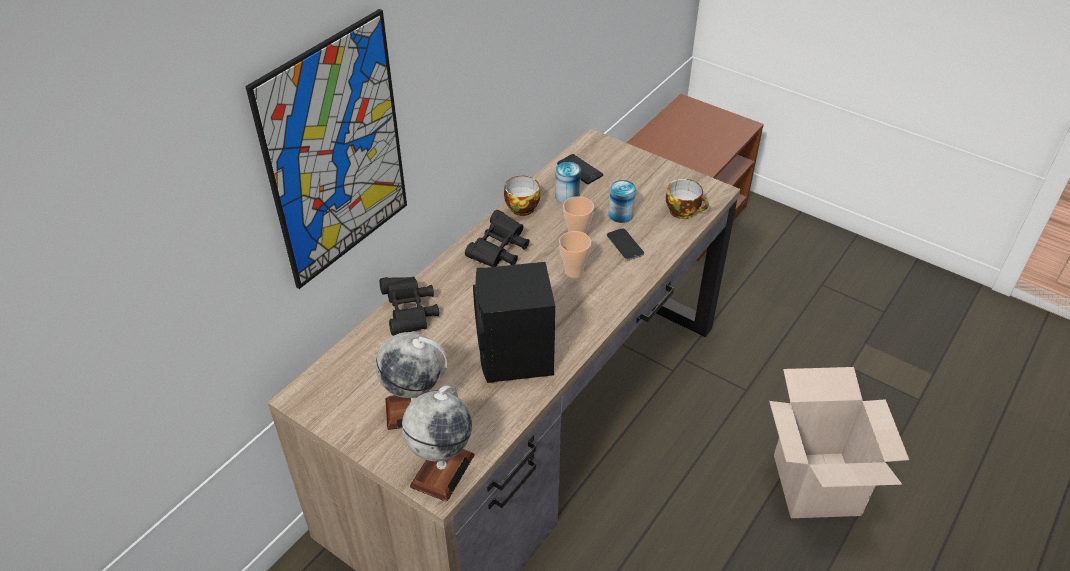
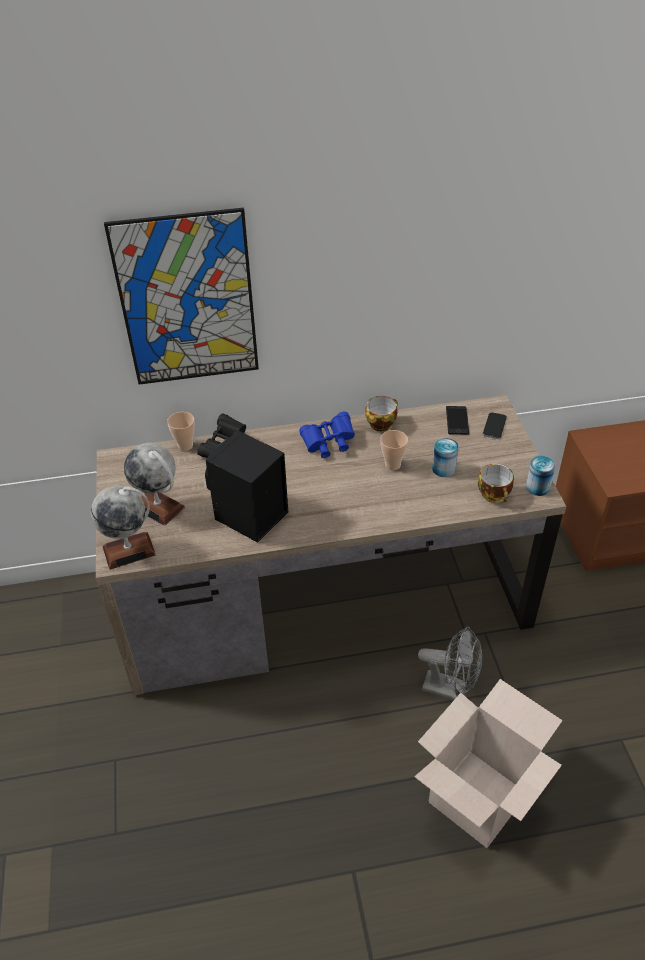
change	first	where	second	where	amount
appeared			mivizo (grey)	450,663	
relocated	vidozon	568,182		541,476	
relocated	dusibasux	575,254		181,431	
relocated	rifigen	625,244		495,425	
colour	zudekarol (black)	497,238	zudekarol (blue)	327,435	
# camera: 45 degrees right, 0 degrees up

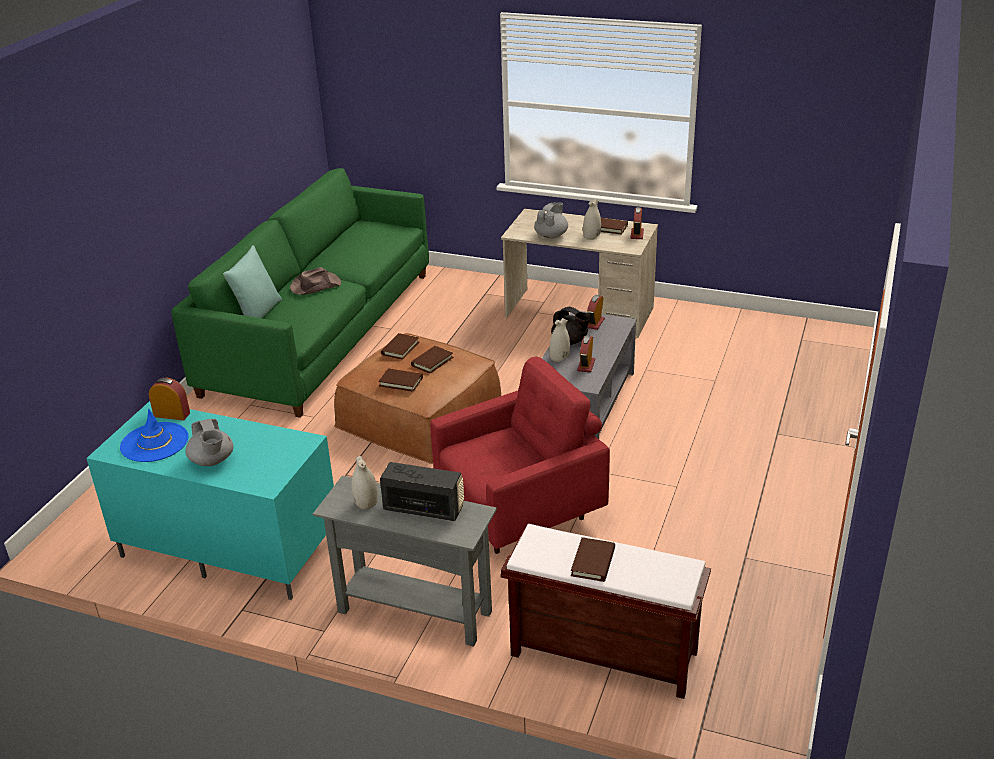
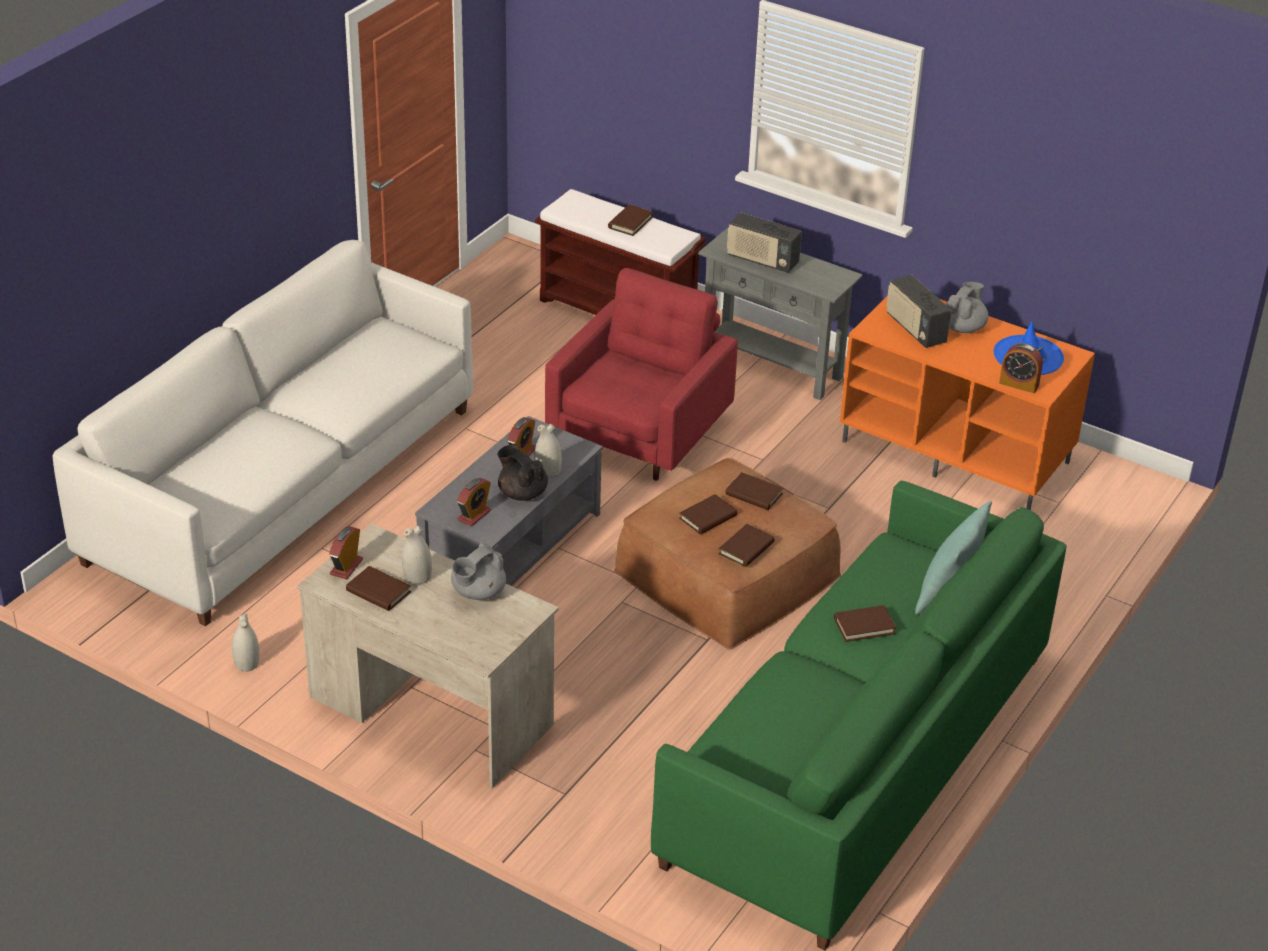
change	first	where	second	where	amount
appeared			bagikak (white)	263,433	
appeared			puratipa	918,311	
relocated	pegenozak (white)	364,482		245,643	
exchanged	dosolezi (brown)	315,281	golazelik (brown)	865,623	
colour	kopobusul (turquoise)	210,500	kopobusul (orange)	967,403	
spun	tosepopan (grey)	209,442		966,307	45 degrees clockwise
spun	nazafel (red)	520,455		641,374	135 degrees clockwise
# camera: 170 degrees left, 5 degrees up

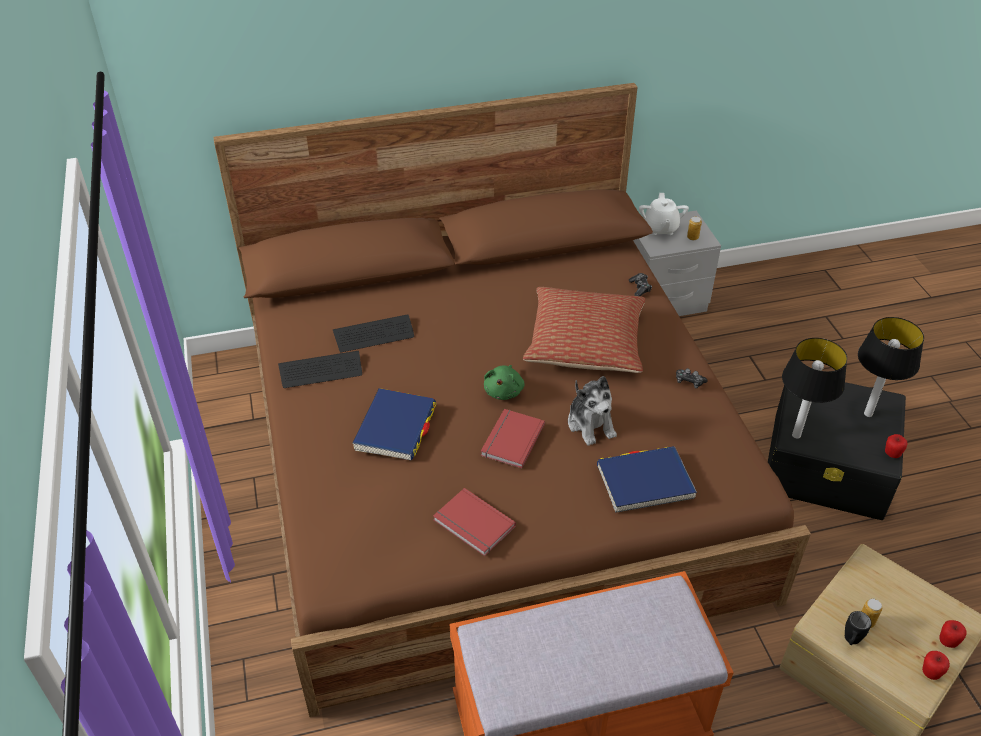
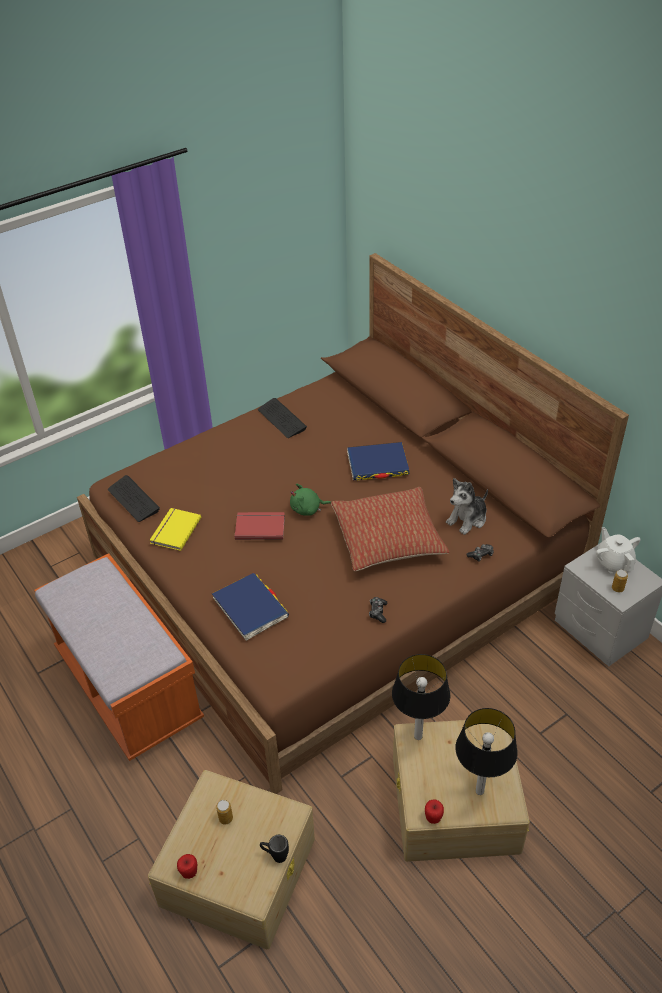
change	first	where	second	where	amount
missing	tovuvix	953,634			
relocated	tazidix	373,333		134,498	
relocated	golazelik (blue)	394,424		378,461	
relocated	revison	592,411		467,506	
relocated	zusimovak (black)	858,628		274,849	
colour	golazelik (red)	474,522	golazelik (yellow)	175,529	
colour	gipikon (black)	837,451	gipikon (beige)	461,791	
spun	tosepopan (white)	664,214		618,550	90 degrees clockwise
# camera: 70 degrees right, 0 degrees up

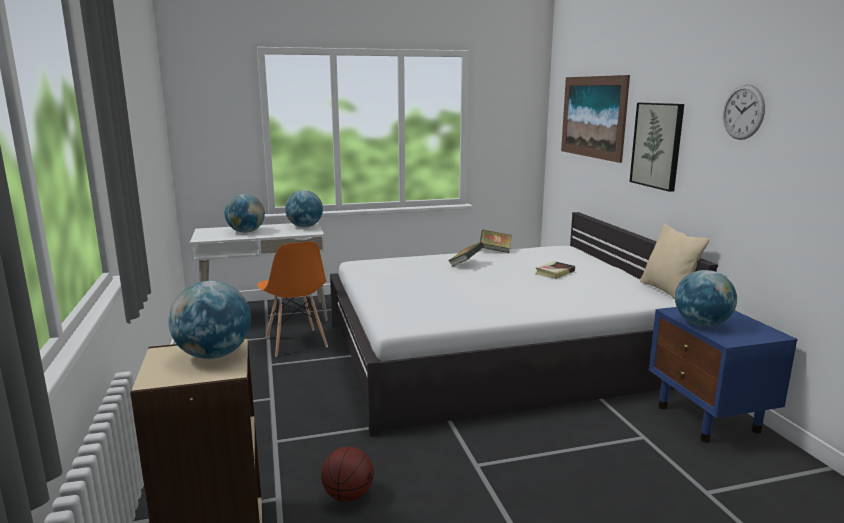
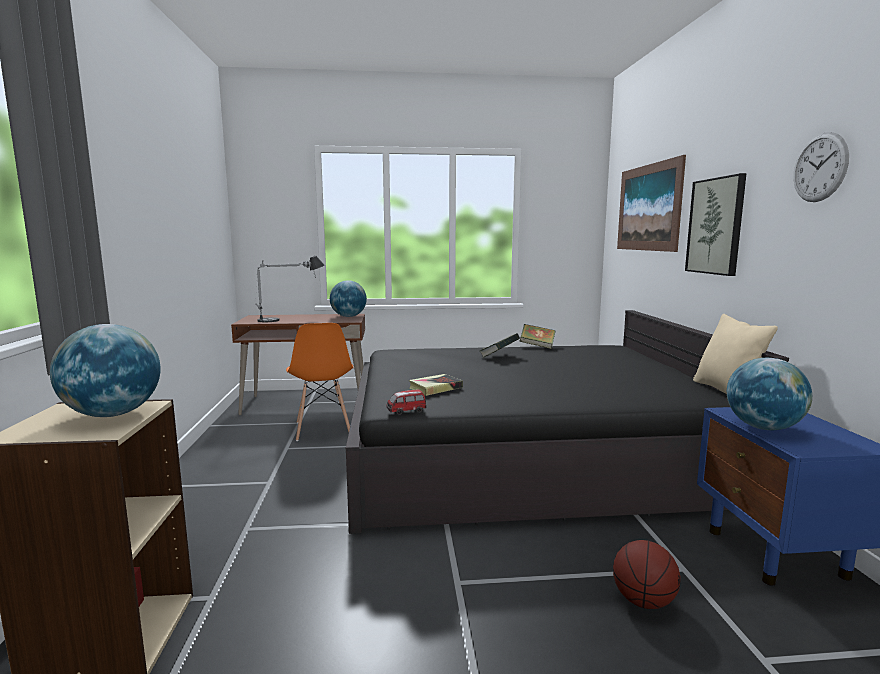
change	first	where	second	where	amount
appeared			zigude	406,402	
relocated	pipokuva	347,474		647,574	
relocated	golazelik	555,270		436,385	
exchanged	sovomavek	245,213	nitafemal	290,289	
colour	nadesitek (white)	259,272	nadesitek (brown)	298,364	
colour	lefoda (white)	524,324	lefoda (black)	567,422	
# camera: 10 degrees right, 5 degrees down

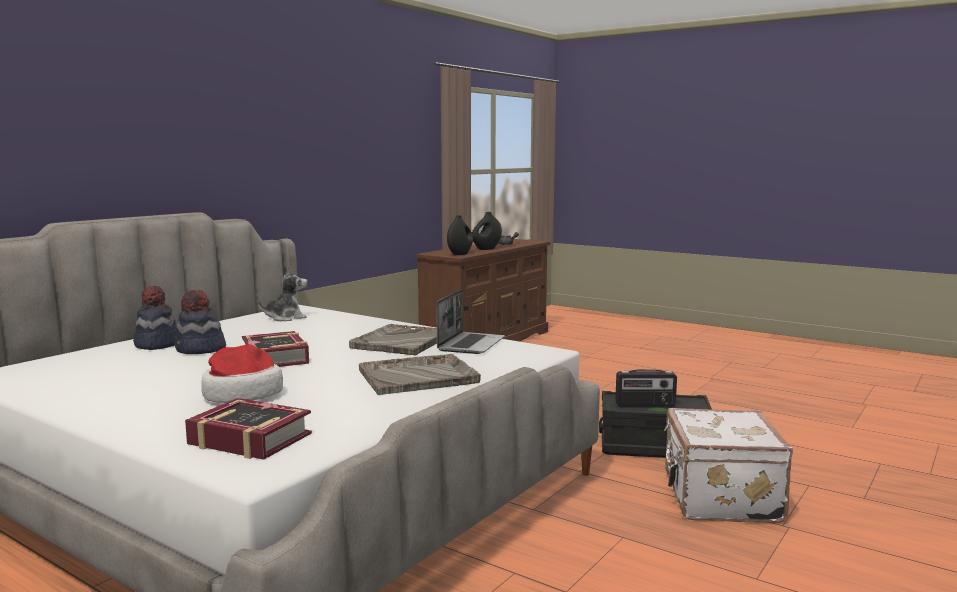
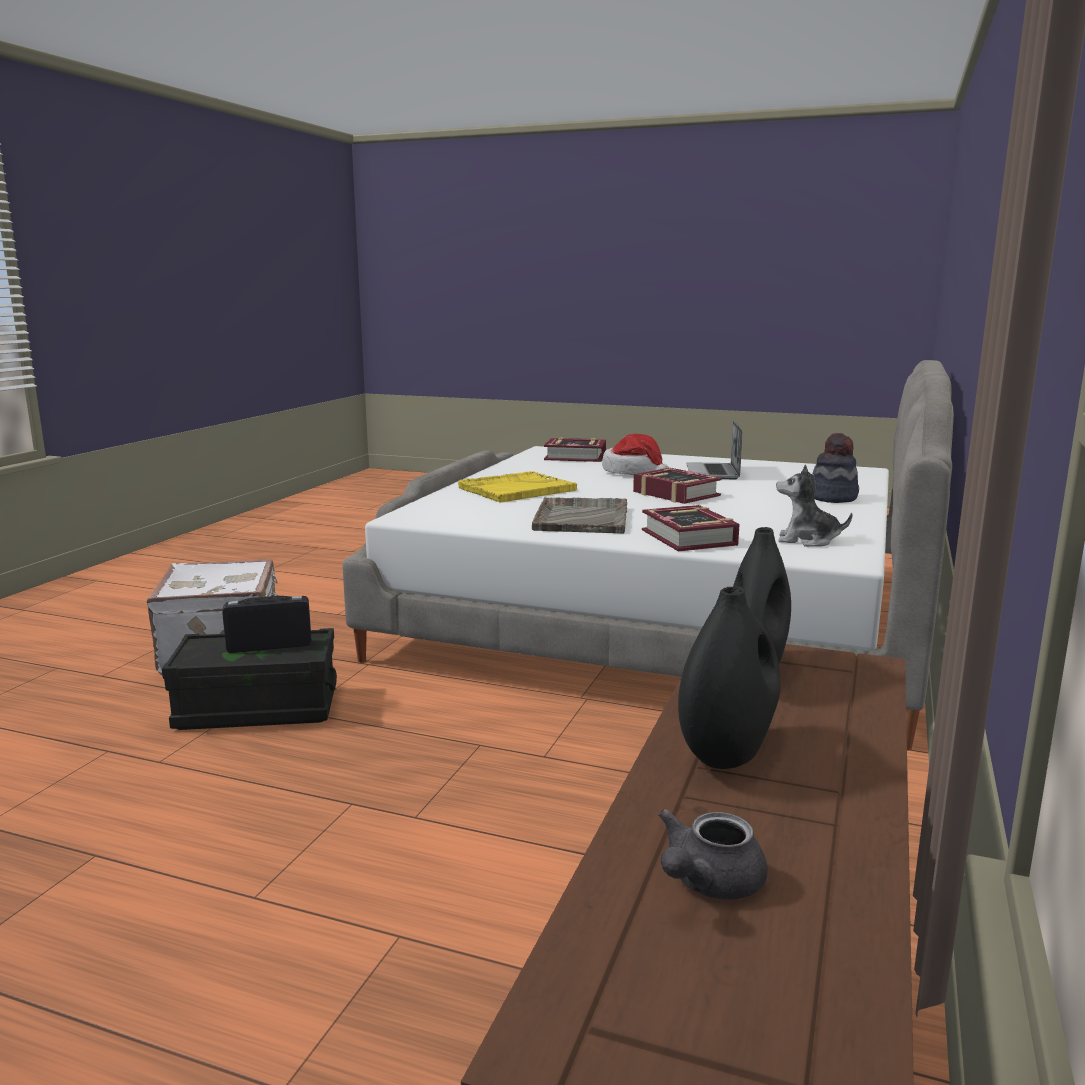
change	first	where	second	where	amount
missing	dosolezi	200,322			
appeared			golazelik	691,528	
relocated	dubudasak	471,321		714,450	
colour	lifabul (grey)	420,374	lifabul (yellow)	517,487	
spun	revison	282,294		814,506	60 degrees clockwise
# camera: 165 degrees right, 5 degrees up

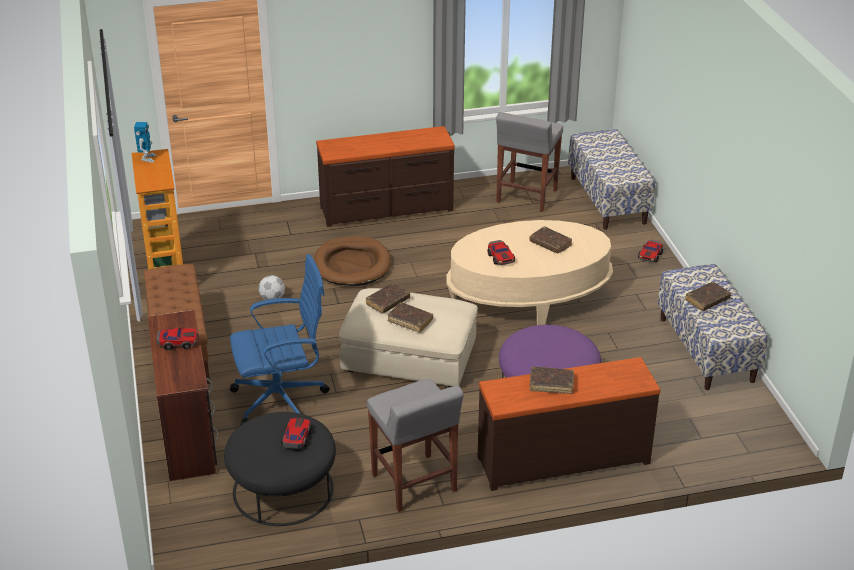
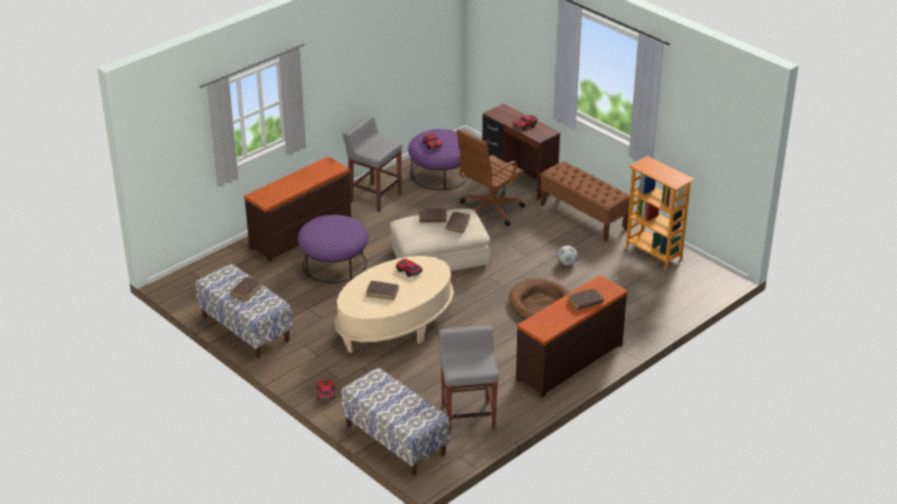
change	first	where	second	where	amount
missing	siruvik	145,142			
relocated	golazelik (brown)	552,380		586,299	
colour	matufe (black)	280,469	matufe (purple)	438,159	
colour	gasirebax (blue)	280,339	gasirebax (brown)	491,177	
# camera: 150 degrees right, 0 degrees up

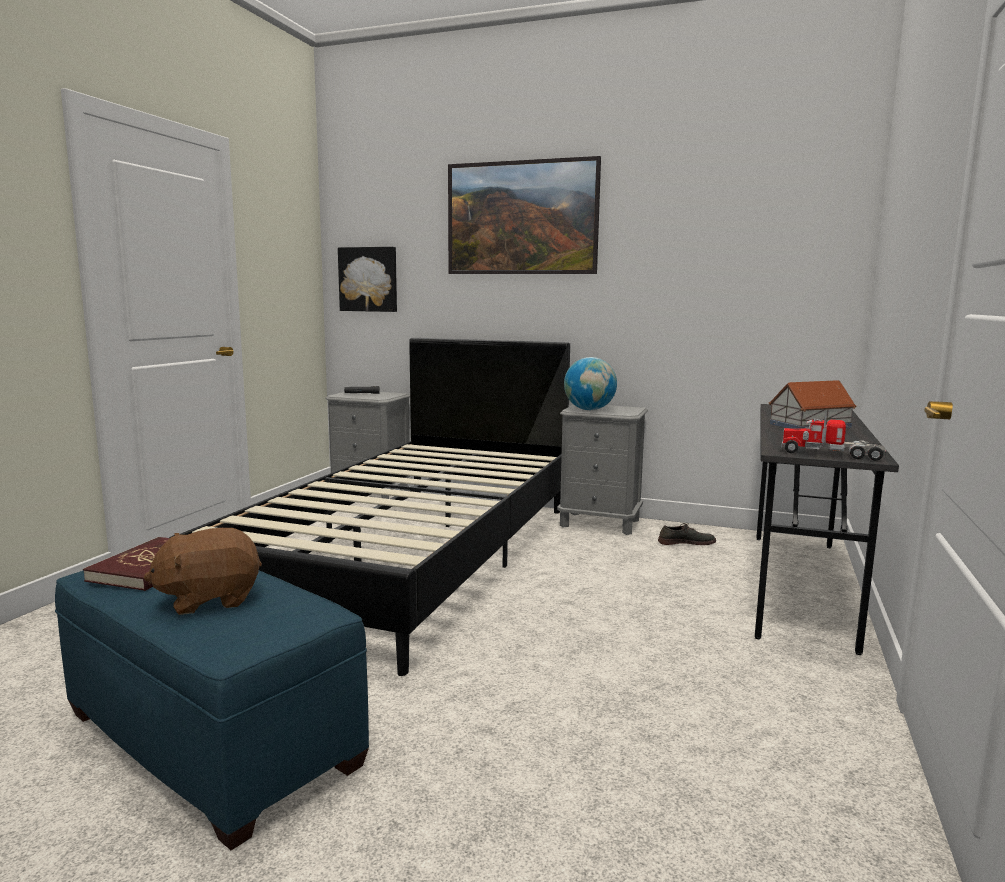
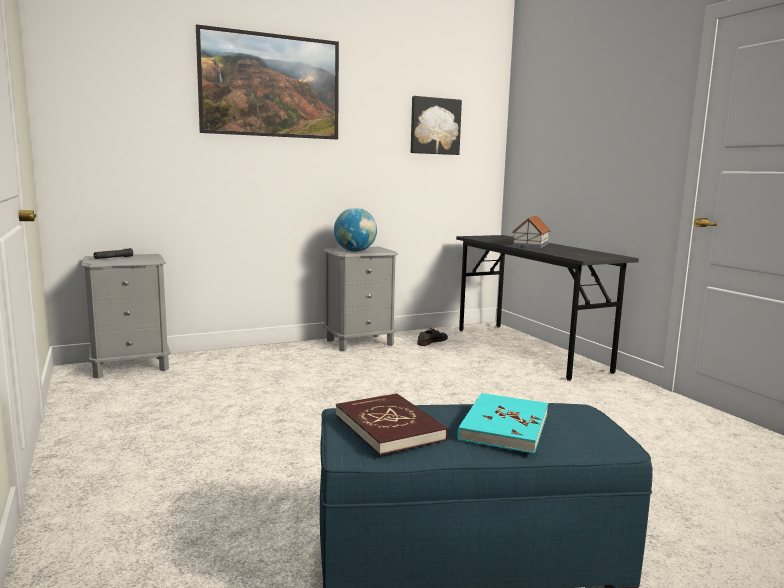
change	first	where	second	where	amount
missing	lefoda (black)	369,507			
missing	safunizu	834,436			
relocated	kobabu	367,279		436,125	
exchanged	revison (brown)	203,571	golazelik (turquoise)	502,423	
# camera: 45 degrees left, 0 degrees up

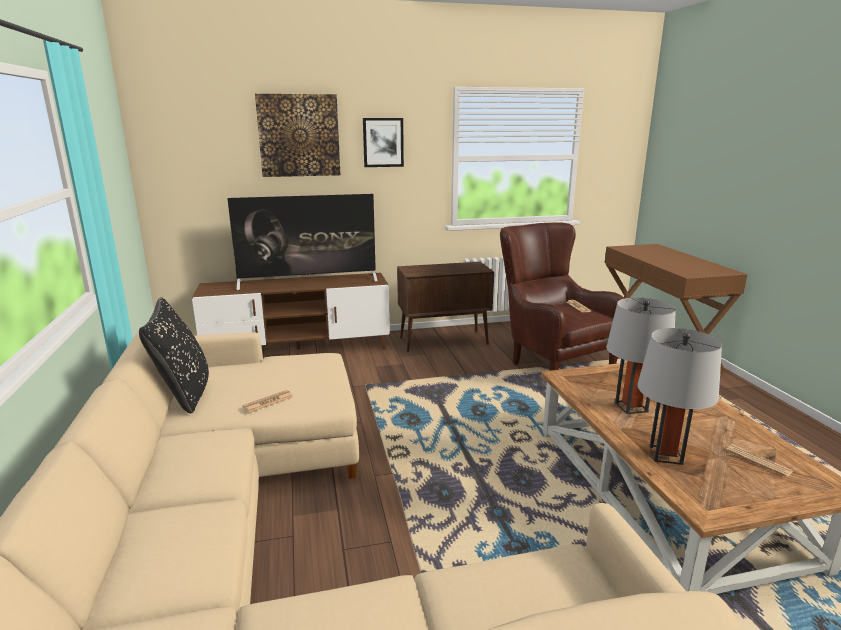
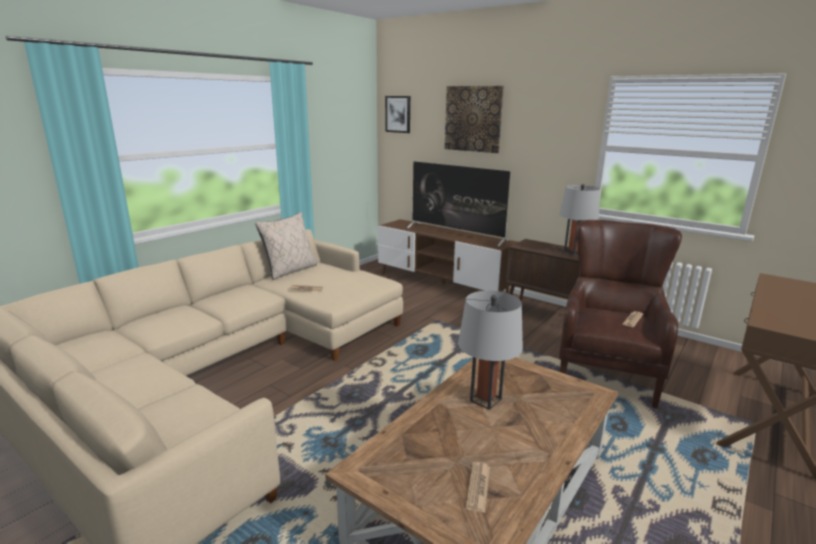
change	first	where	second	where	amount
relocated	kobabu	383,142		397,114	
relocated	nitafemal (grey)	679,396		579,219	
colour	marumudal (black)	174,355	marumudal (beige)	286,246	
# camera: 50 degrees right, 0 degrees up

